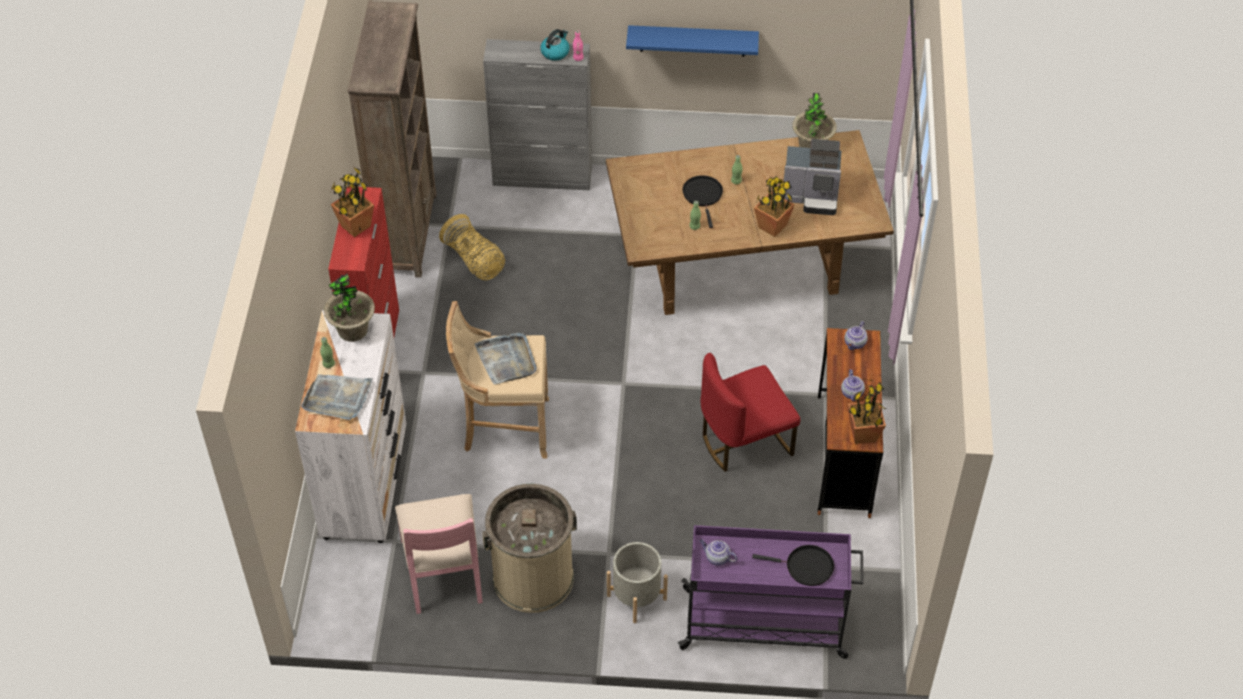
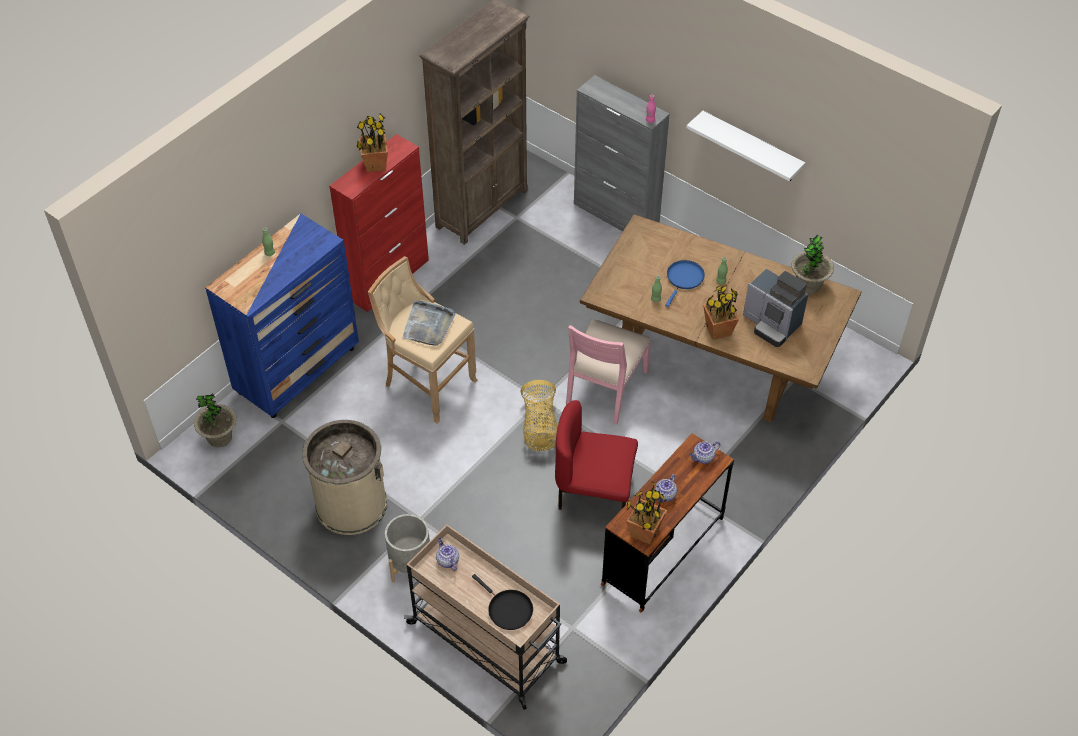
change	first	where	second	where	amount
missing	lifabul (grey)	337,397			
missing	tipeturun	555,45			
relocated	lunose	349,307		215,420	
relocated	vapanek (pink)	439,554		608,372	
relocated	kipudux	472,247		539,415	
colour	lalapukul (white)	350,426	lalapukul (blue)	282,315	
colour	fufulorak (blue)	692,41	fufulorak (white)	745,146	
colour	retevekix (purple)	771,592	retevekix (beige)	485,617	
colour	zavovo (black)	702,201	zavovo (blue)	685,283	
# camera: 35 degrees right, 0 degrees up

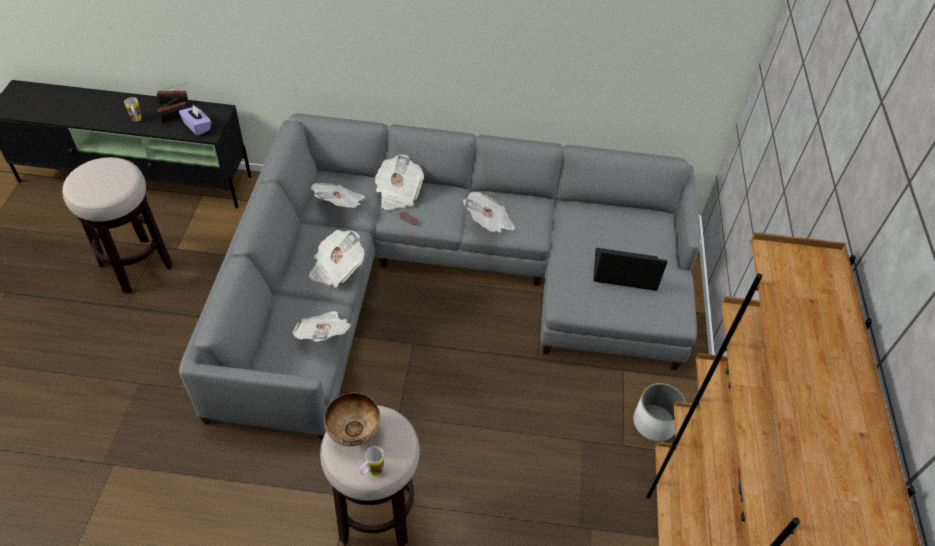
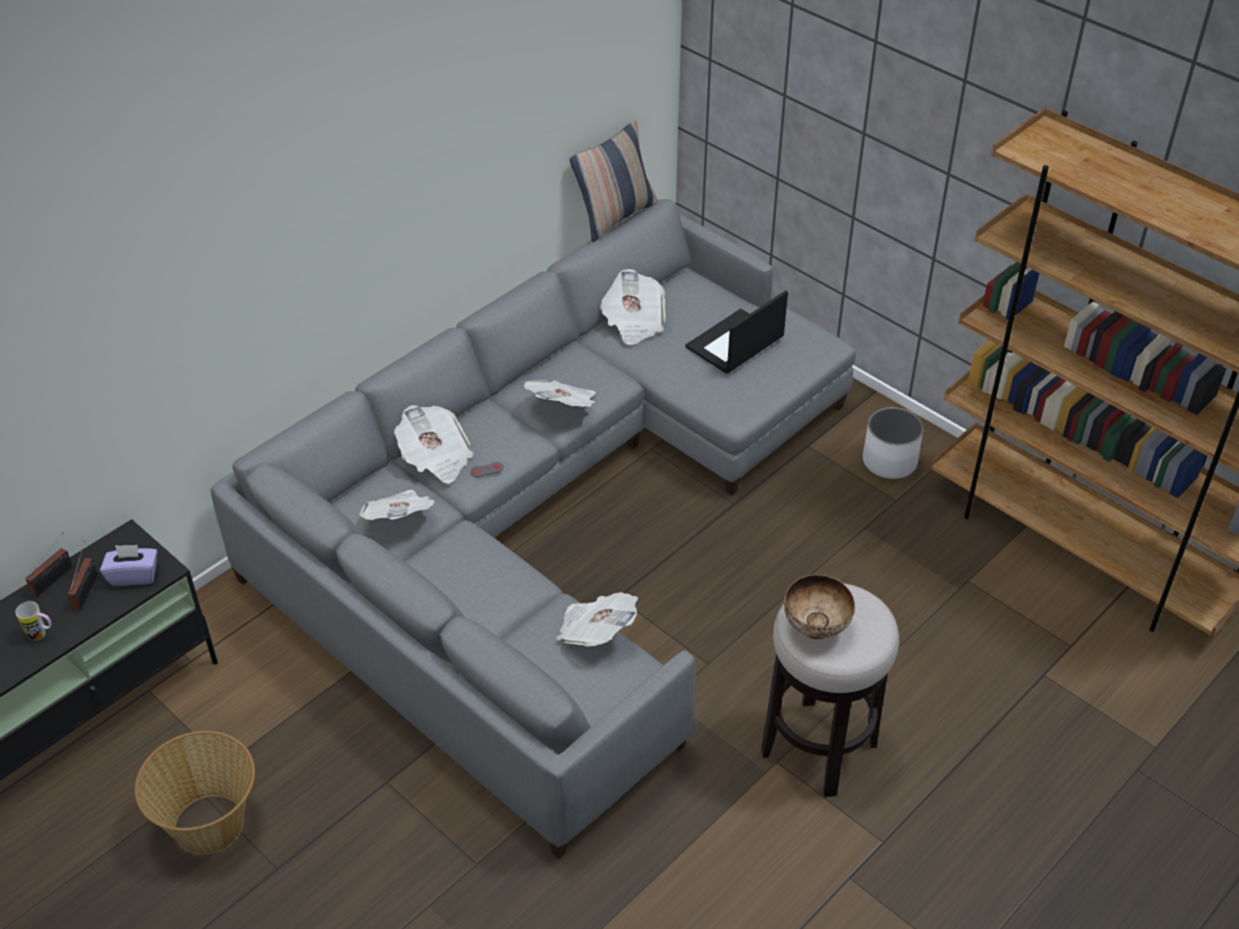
change	first	where	second	where	amount
missing	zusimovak	372,461			
appeared			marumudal	613,181	
relocated	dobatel	337,259		632,307	
exchanged	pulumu	117,225	kipudux	195,793	
# camera: 50 degrees left, 5 degrees down

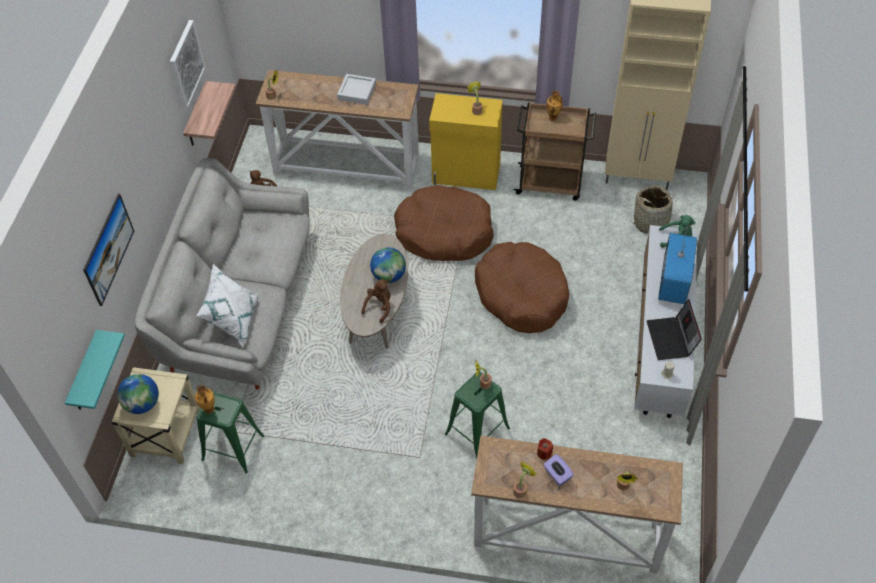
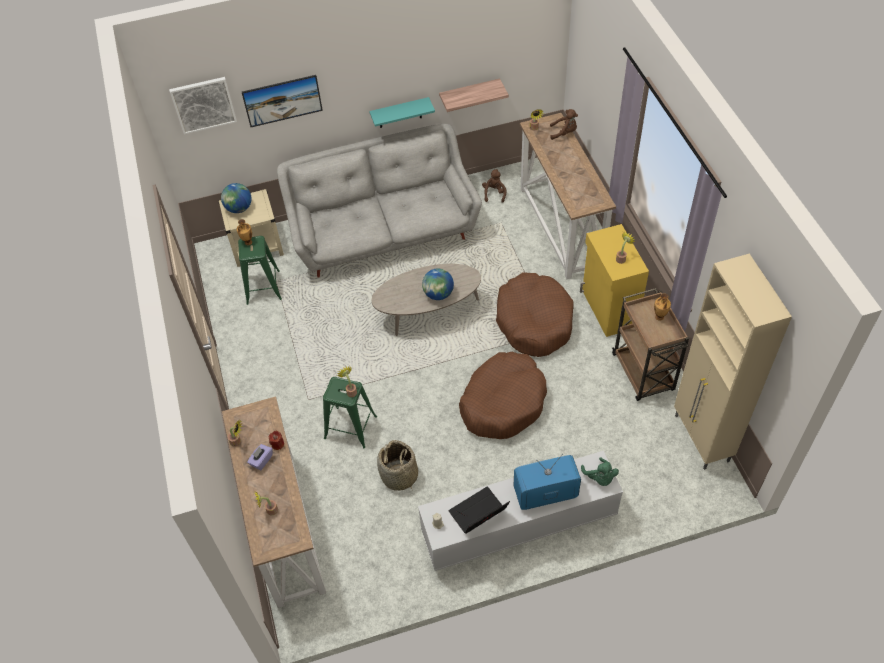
change	first	where	second	where	amount
missing	marumudal (white)	227,306			
missing	lifabul (grey)	356,89			
relocated	fufulorak (turquoise)	95,370		402,112	
relocated	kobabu	187,64		203,106	
relocated	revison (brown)	376,301		564,124	
relocated	kipudux	653,210		397,465	
# camera: 65 degrees right, 0 degrees up

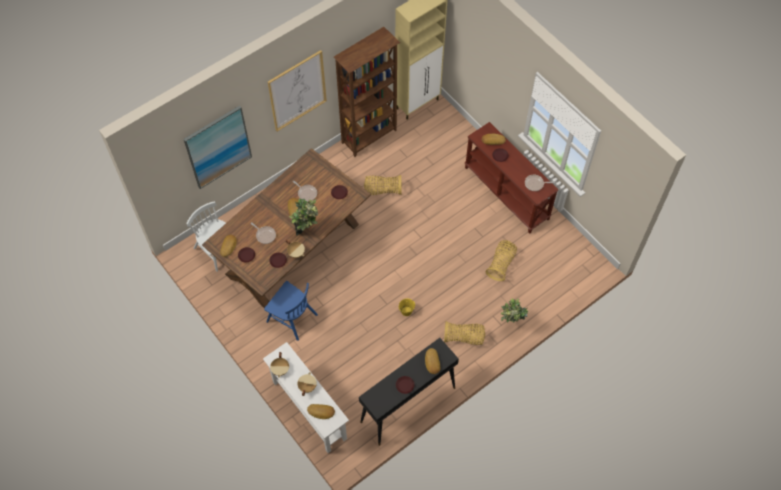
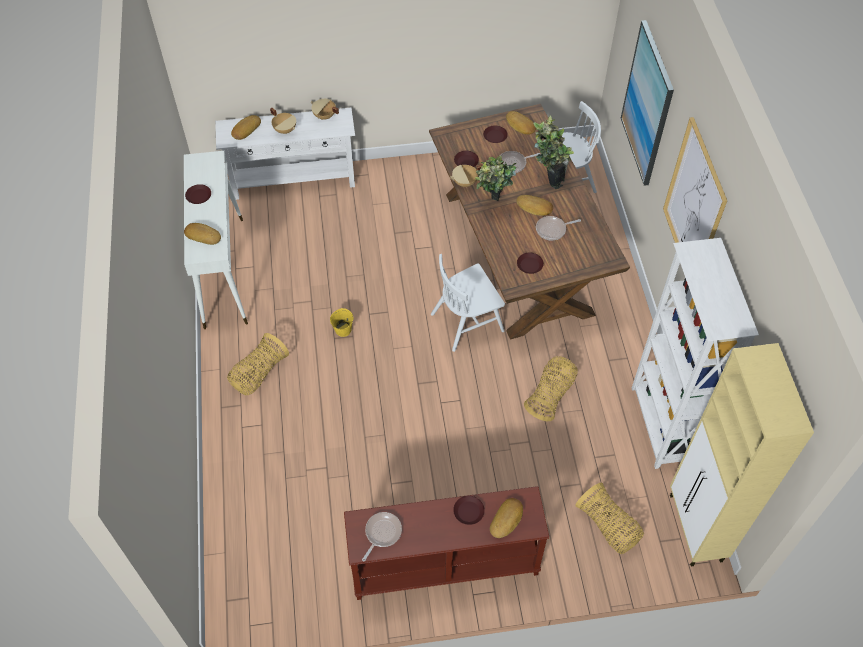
change	first	where	second	where	amount
missing	vapanek (blue)	291,311			
appeared			vapanek (white)	468,303	
relocated	kipudux	501,260		610,518	
relocated	lunose	514,311		553,152	
colour	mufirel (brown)	367,92	mufirel (white)	695,353	
colour	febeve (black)	409,392	febeve (white)	216,240	
# camera: 120 degrees right, 5 degrees down

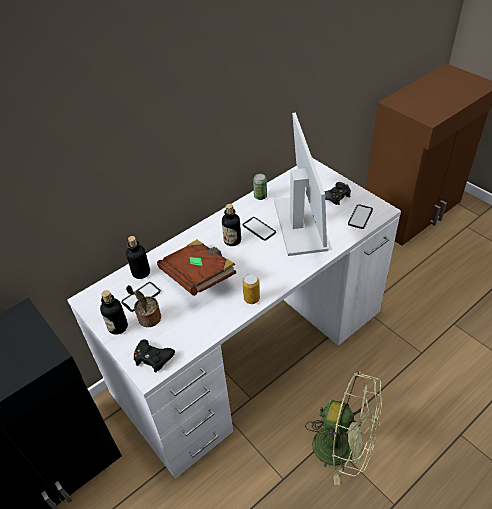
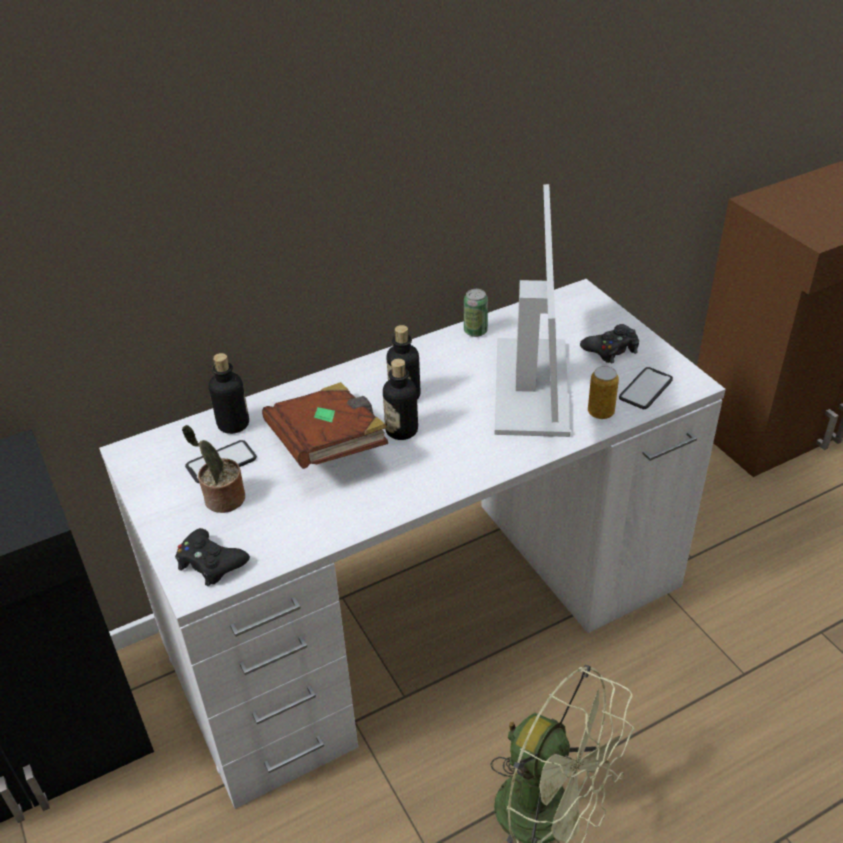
change	first	where	second	where	amount
missing	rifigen	259,229			
relocated	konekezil	114,312		400,399	
relocated	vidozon	251,289		603,392	
# camera: 10 degrees right, 5 degrees down

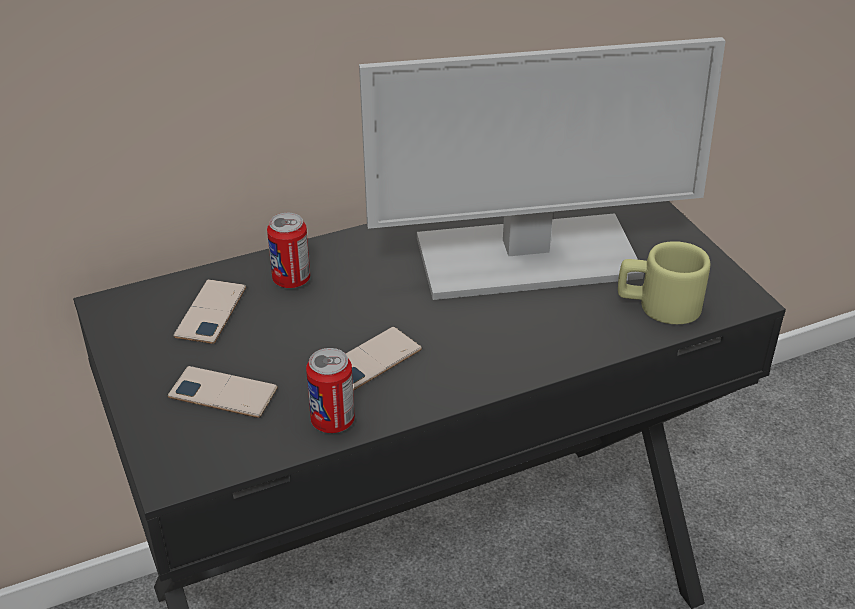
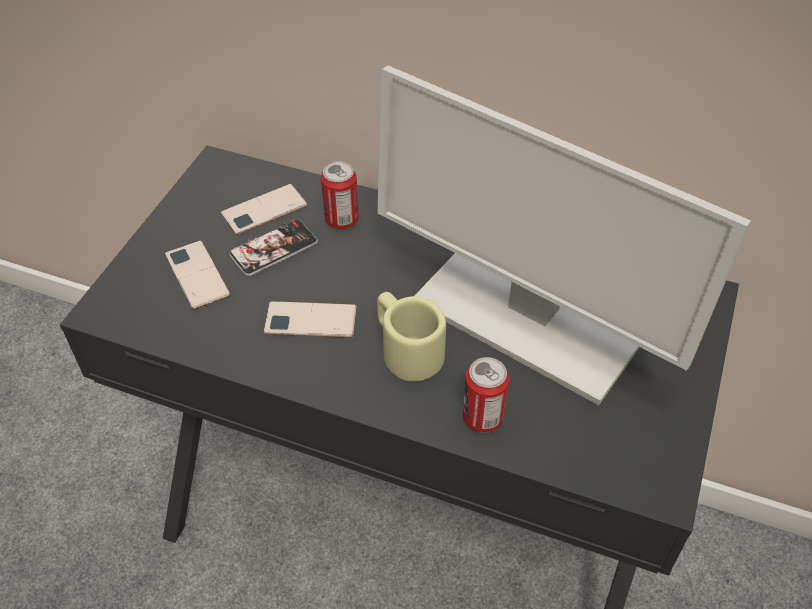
change	first	where	second	where	amount
appeared			rifigen	273,248	
relocated	vidozon	330,390		486,394	
relocated	zusimovak (beige)	664,282		411,337	
# camera: 45 degrees right, 10 degrees up

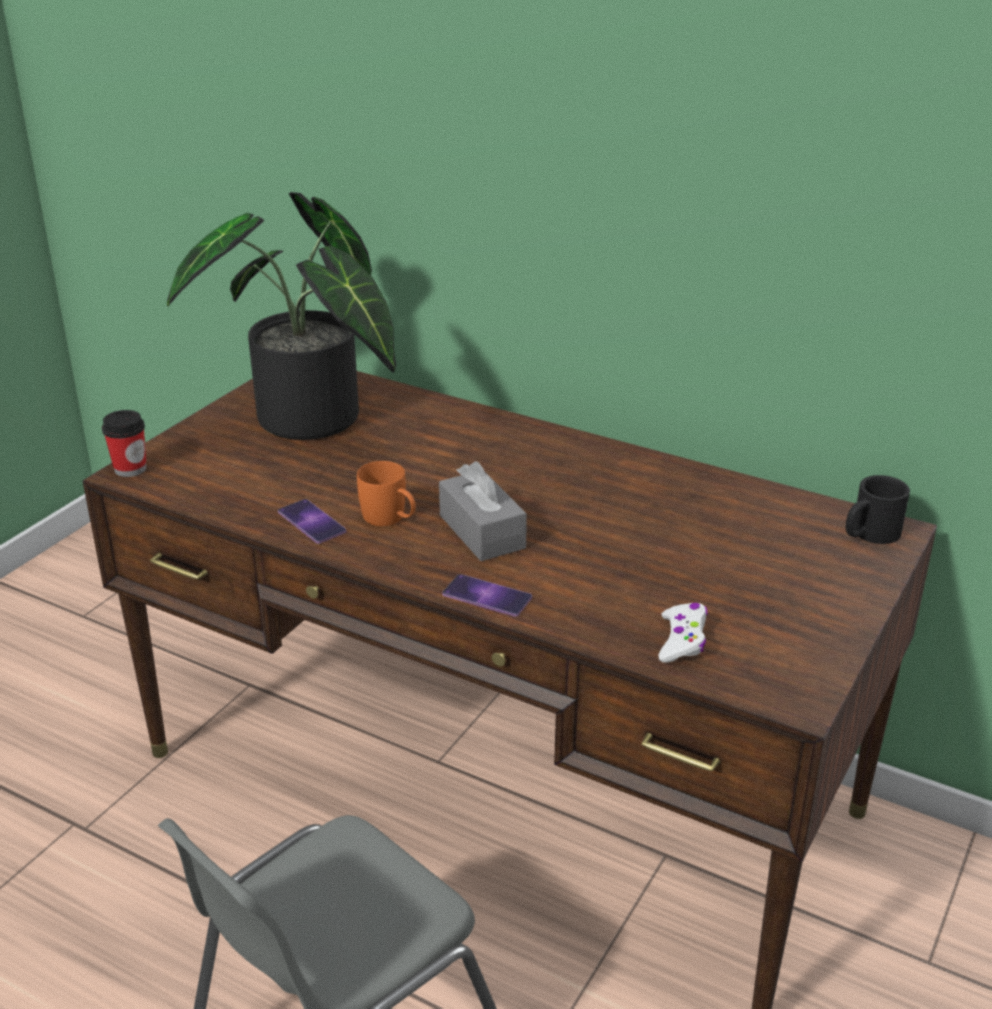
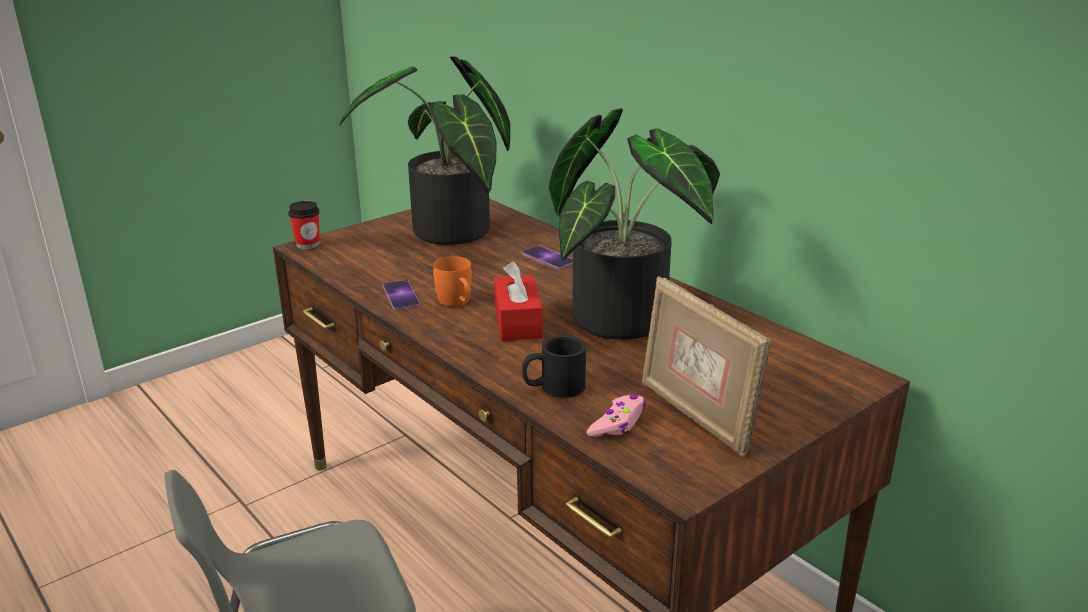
change	first	where	second	where	amount
appeared			lunose	634,224	
appeared			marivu	706,366	
relocated	rifigen	487,595		547,257	
relocated	zusimovak (black)	878,509		554,366	
colour	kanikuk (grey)	483,511	kanikuk (red)	518,301	
colour	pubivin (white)	683,632	pubivin (pink)	616,415	
# camera: 20 degrees right, 5 degrees down

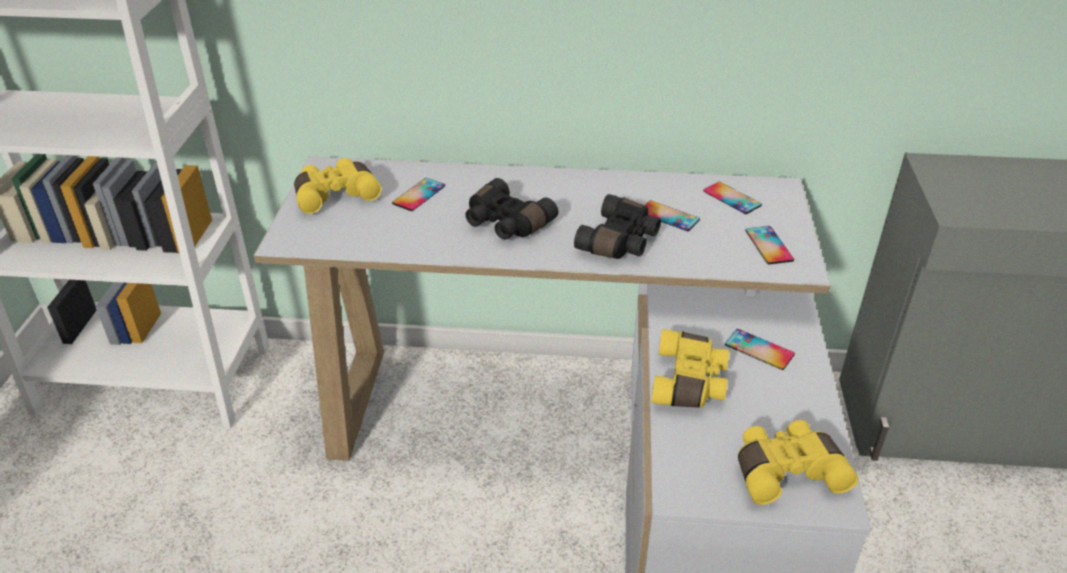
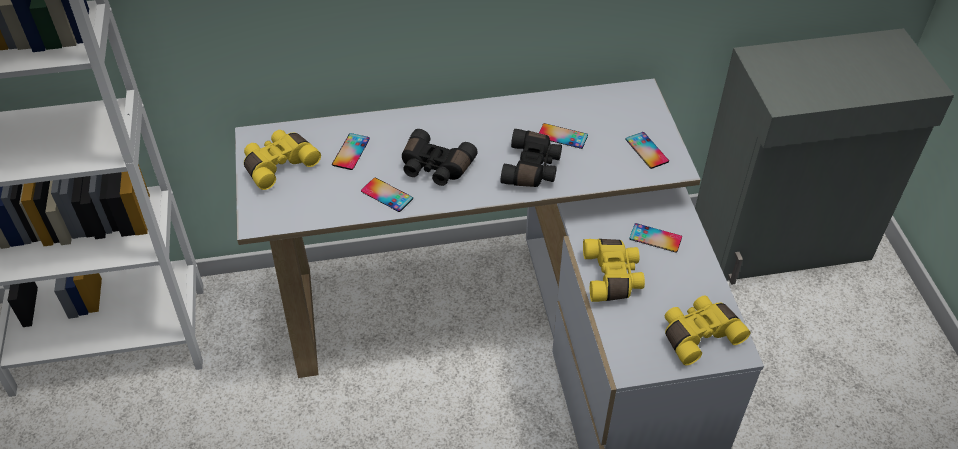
change	first	where	second	where	amount
relocated	rifigen	732,198		387,195	
# camera: 15 degrees left, 10 degrees up

